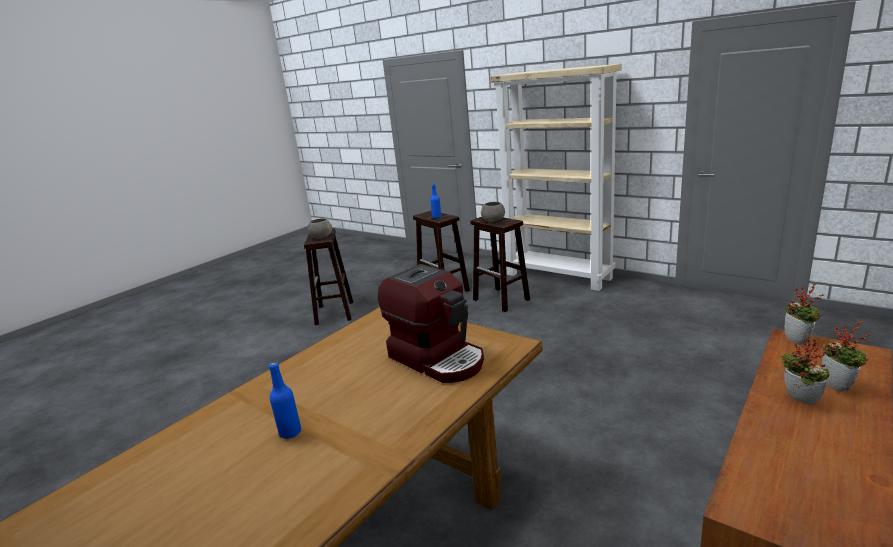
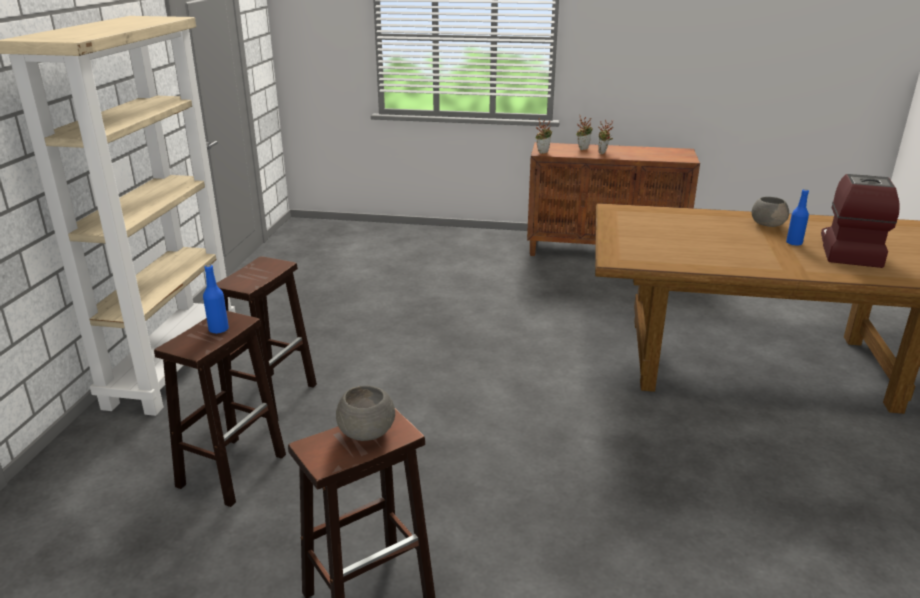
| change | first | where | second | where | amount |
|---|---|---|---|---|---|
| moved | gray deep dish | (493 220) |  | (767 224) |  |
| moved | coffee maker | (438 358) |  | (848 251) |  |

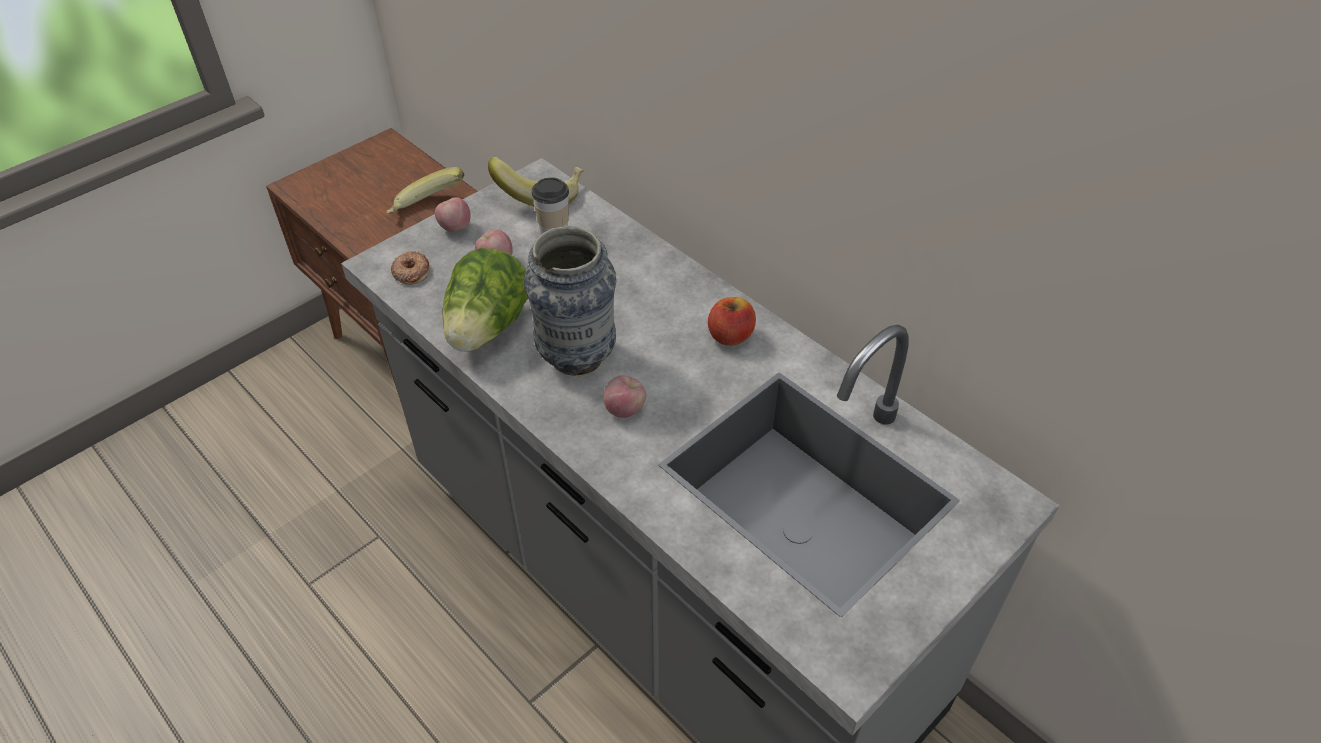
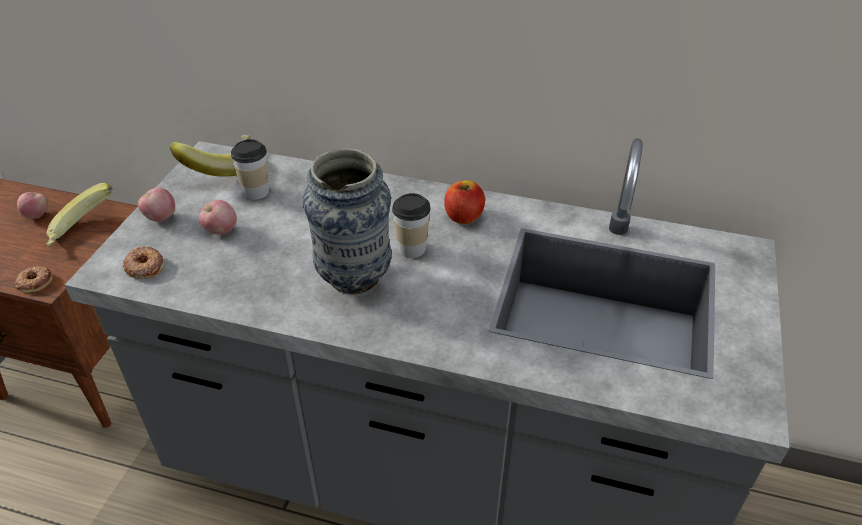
| change | first | where | second | where | amount |
|---|---|---|---|---|---|
| added |  |  | doughnut | (34 282) |  |
| moved | whole apple | (625 409) |  | (37 215) |  |
| added |  |  | cup | (412 248) |  |
| removed | head of lettuce | (488 328) |  |  |  |

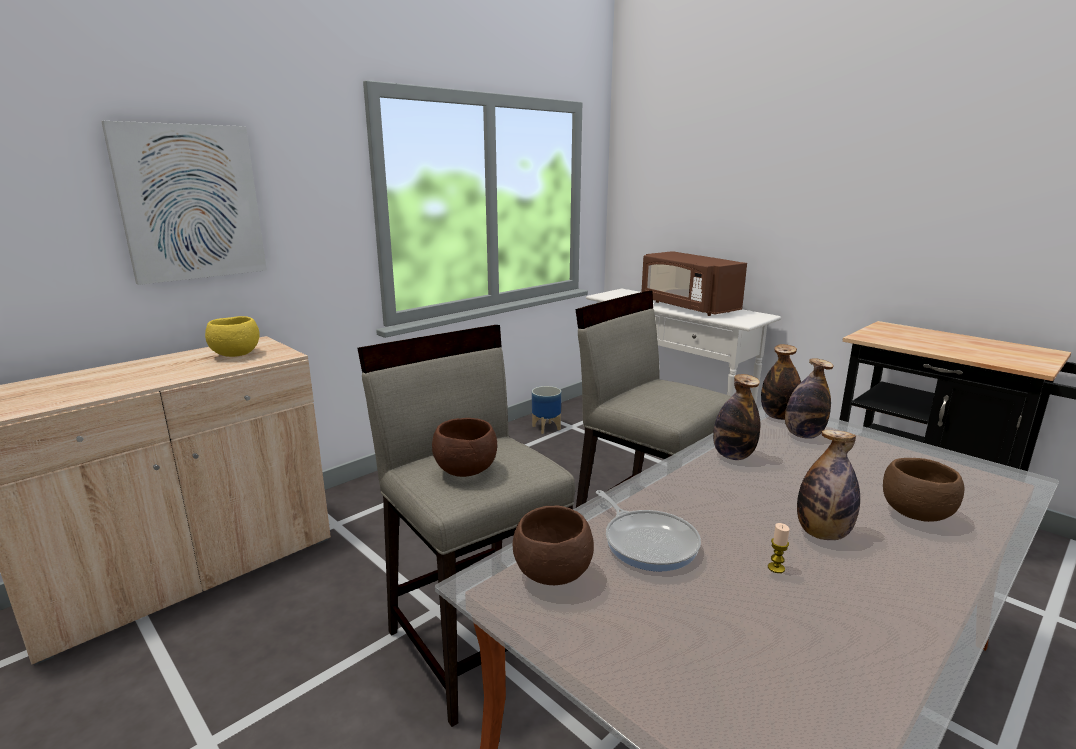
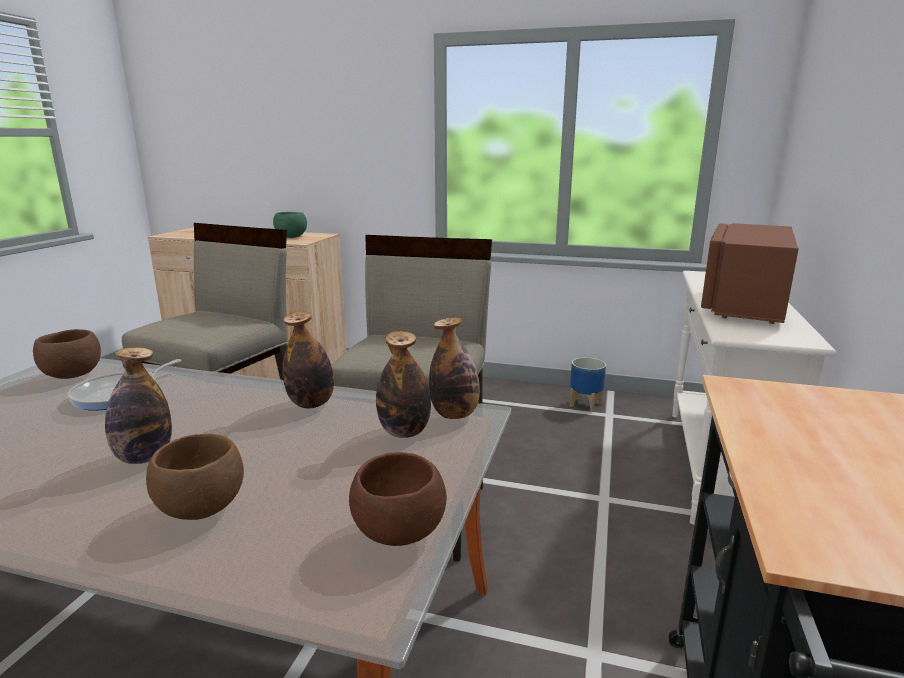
| change | first | where | second | where | amount |
|---|---|---|---|---|---|
| recoloured | yellow deep dish | (236 355) | green-coloured deep dish | (291 237) |  |
| moved | brownish deep dish | (465 472) |  | (398 533) |  |
| removed | wall art | (190 203) |  |  |  |
| removed | wax candle | (776 568) |  |  |  |

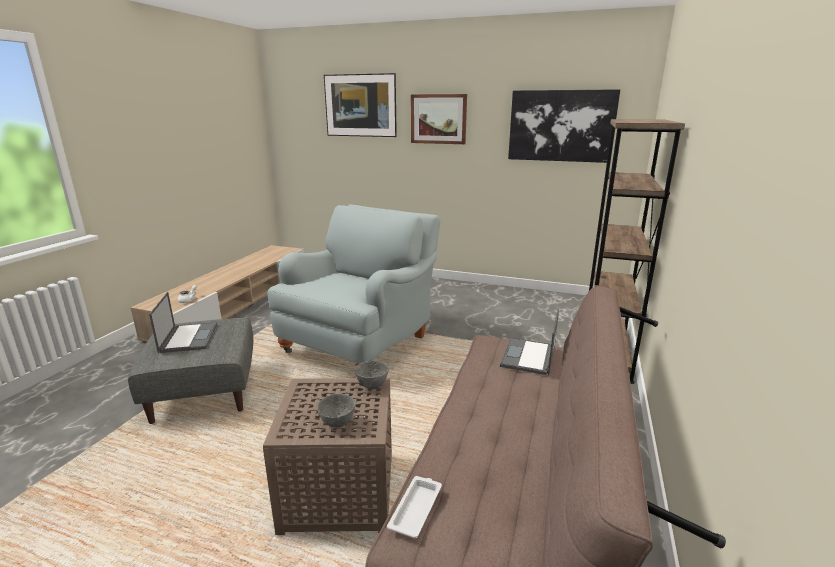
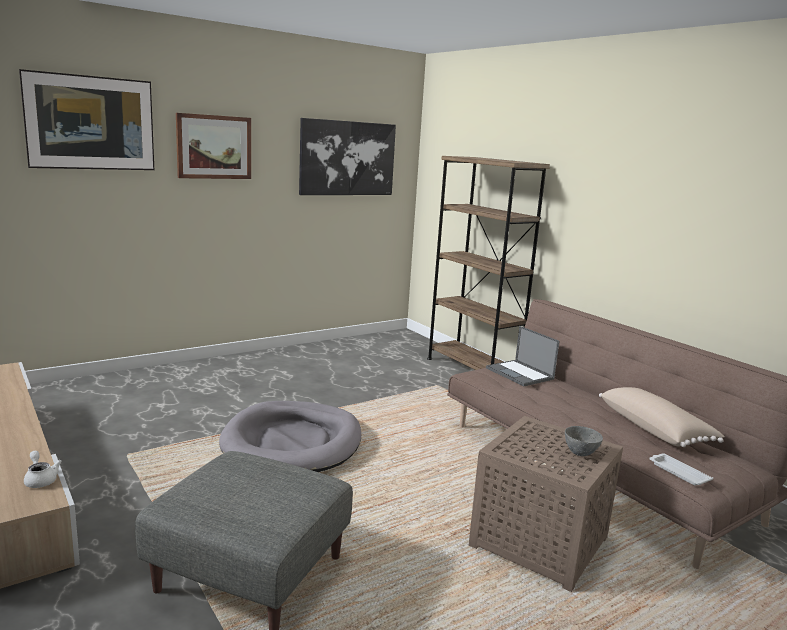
| change | first | where | second | where | amount |
|---|---|---|---|---|---|
| replaced | gray easy chair | (361 342) | gray dog bed | (292 443) |  |
| added |  |  | beige cushion | (655 429) |  |
| removed | laptop | (189 337) |  |  |  |
| removed | gray deep dish | (372 386) |  |  |  |

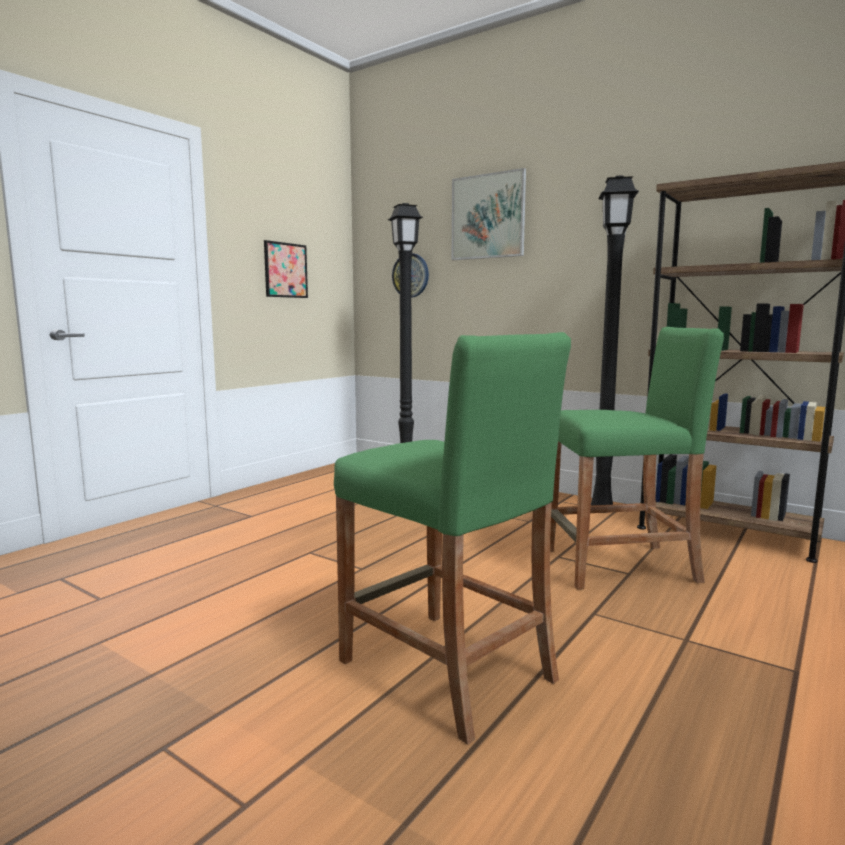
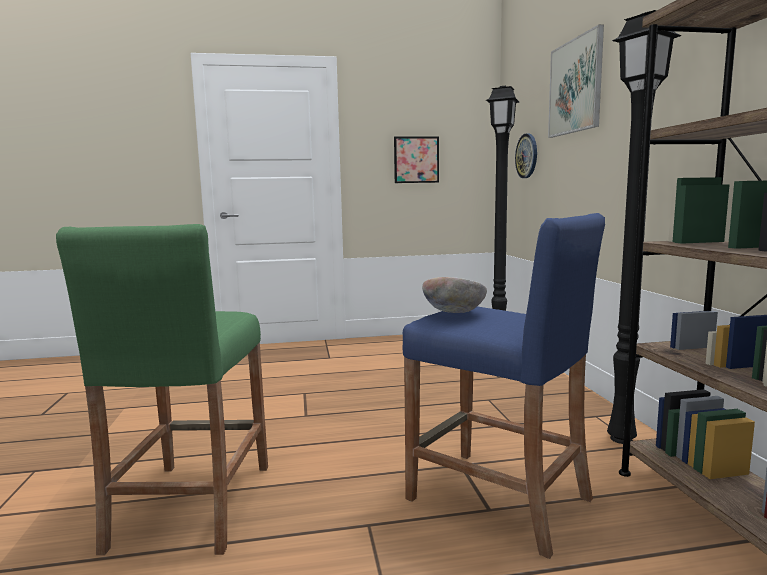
| change | first | where | second | where | amount |
|---|---|---|---|---|---|
| recoloured | green-coloured stool | (620 566) | blue stool | (498 498) |  |
| added |  |  | deep dish | (453 314) |  |

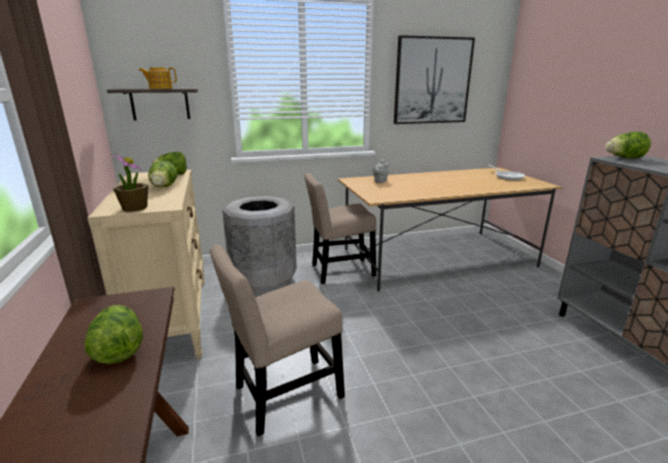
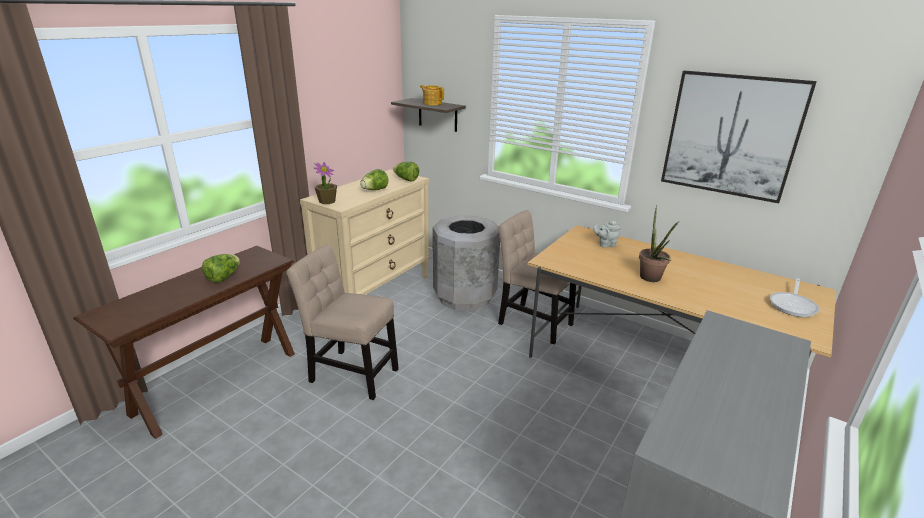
| change | first | where | second | where | amount |
|---|---|---|---|---|---|
| added |  |  | potted plant | (651 279) |  |
| removed | head of lettuce | (624 158) |  |  |  |

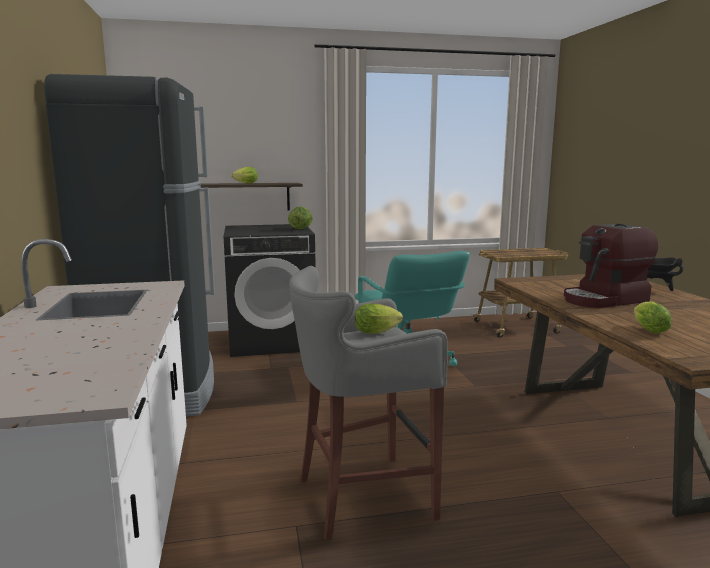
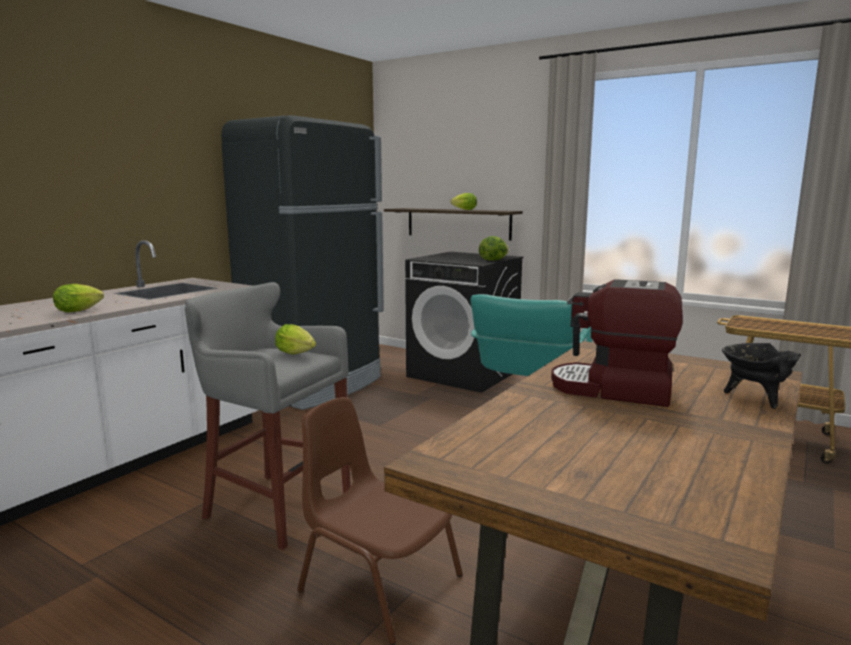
| change | first | where | second | where | amount |
|---|---|---|---|---|---|
| moved | head of lettuce | (647 329) |  | (81 310) |  |
| added |  |  | brownish plain chair | (378 583) |  |

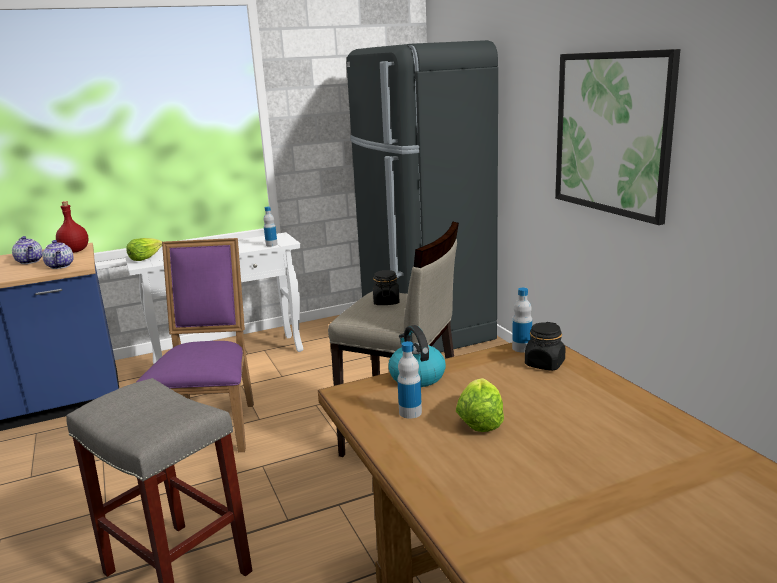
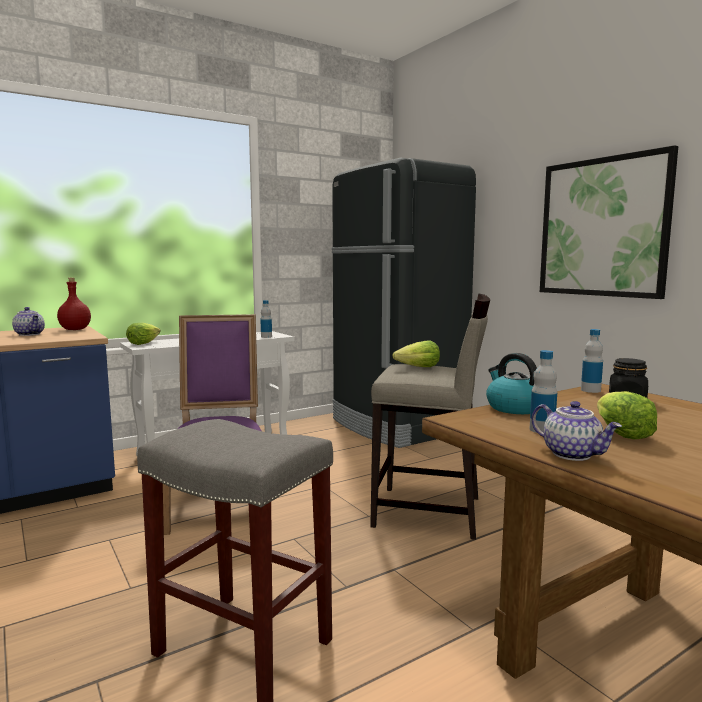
| change | first | where | second | where | amount |
|---|---|---|---|---|---|
| replaced | black-coloured jar | (386 302) | head of lettuce | (418 368) |  |
| moved | tea pot | (61 266) |  | (573 454) |  |

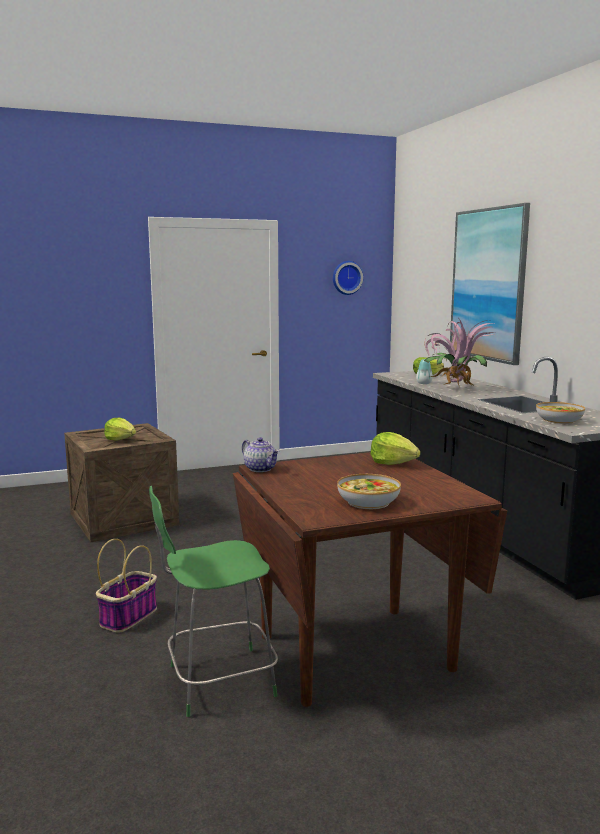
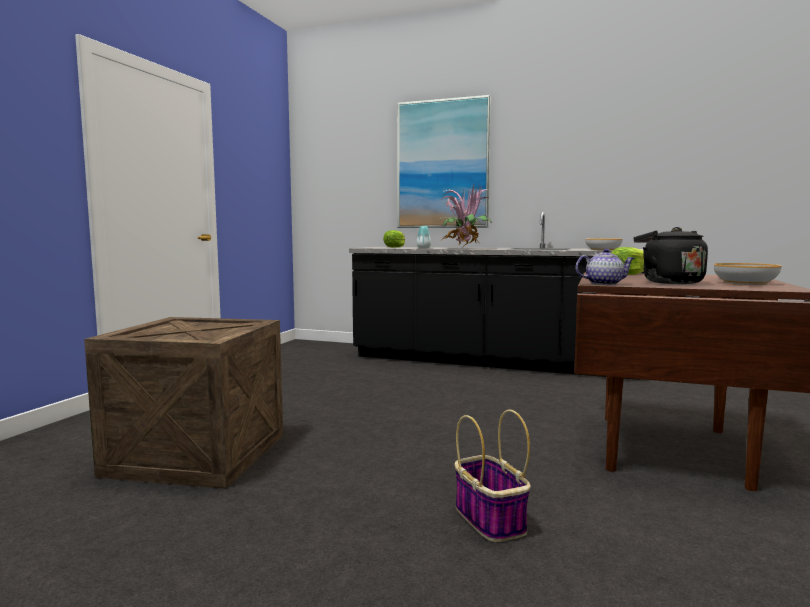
| change | first | where | second | where | amount |
|---|---|---|---|---|---|
| added |  |  | black-coloured water kettle | (669 282) |  |
| removed | head of lettuce | (120 439) |  |  |  |
| removed | green-coloured plain chair | (217 681) |  |  |  |
| removed | clock on the wall | (346 277) |  |  |  |

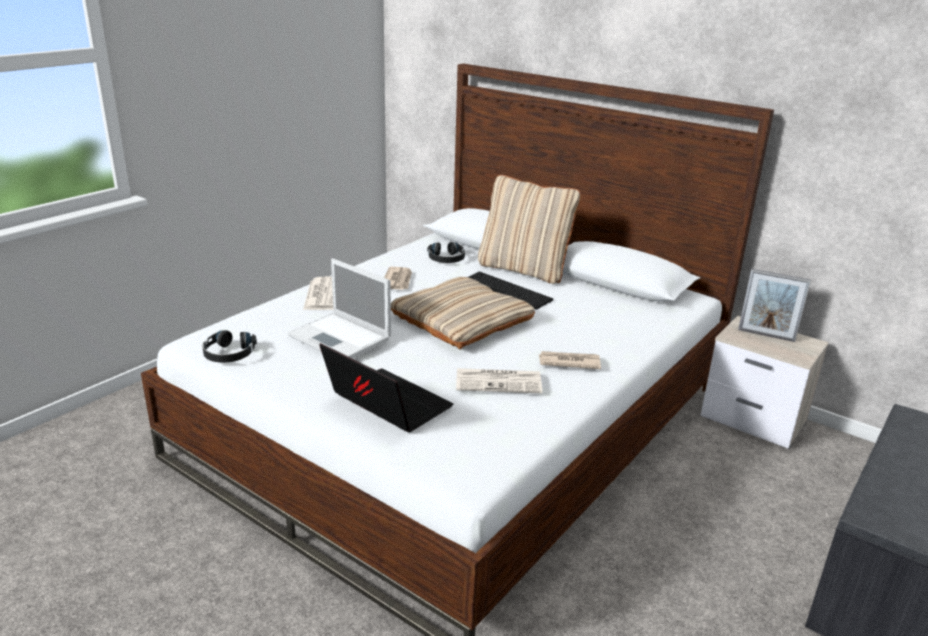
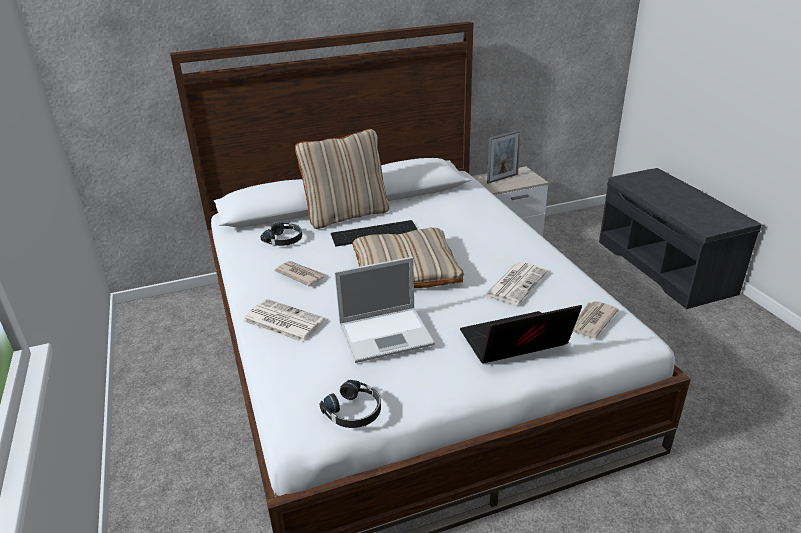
| change | first | where | second | where | amount |
|---|---|---|---|---|---|
| moved | newspaper | (568 362) |  | (591 321) |  |

